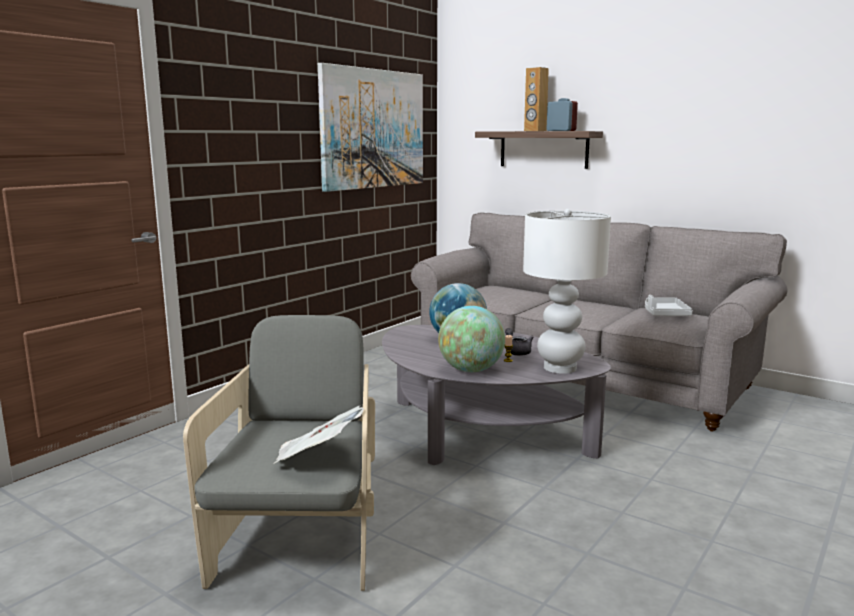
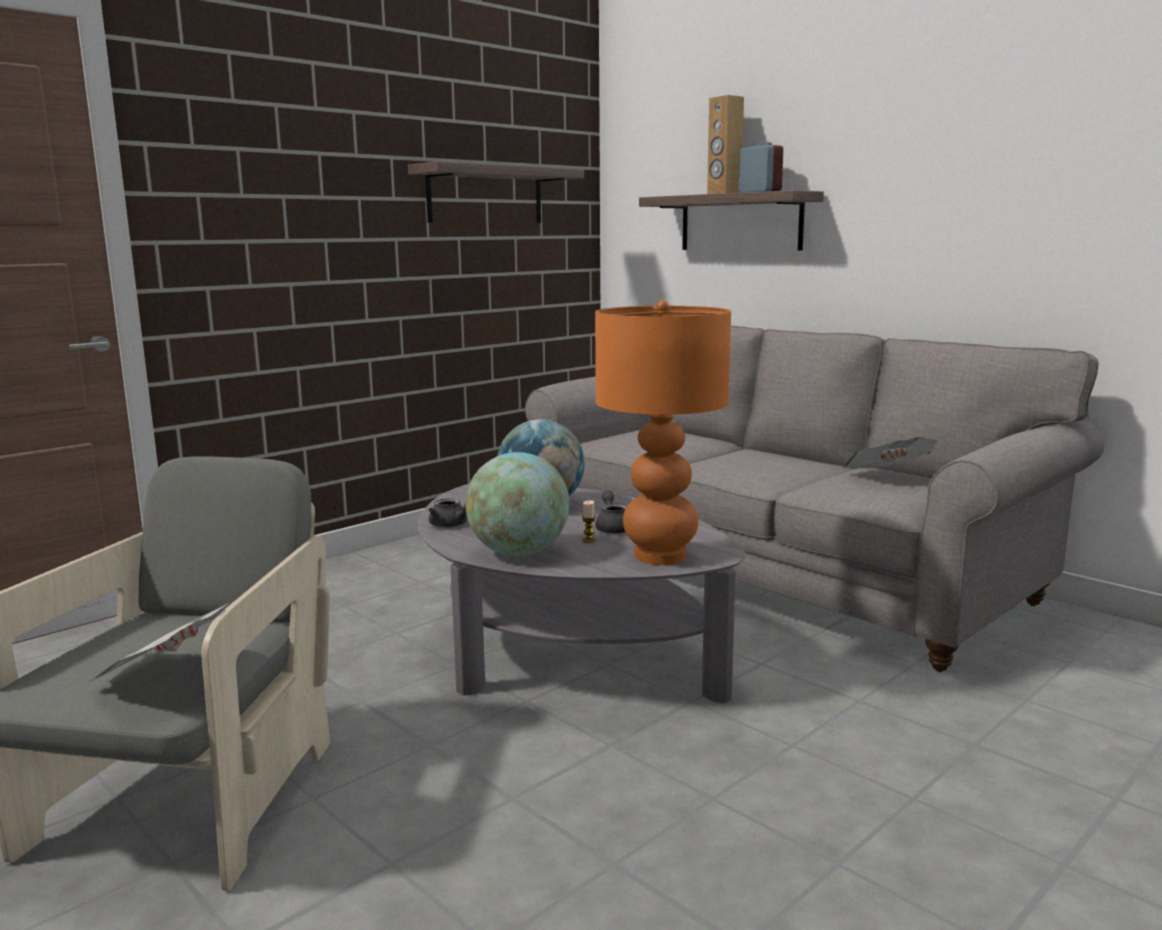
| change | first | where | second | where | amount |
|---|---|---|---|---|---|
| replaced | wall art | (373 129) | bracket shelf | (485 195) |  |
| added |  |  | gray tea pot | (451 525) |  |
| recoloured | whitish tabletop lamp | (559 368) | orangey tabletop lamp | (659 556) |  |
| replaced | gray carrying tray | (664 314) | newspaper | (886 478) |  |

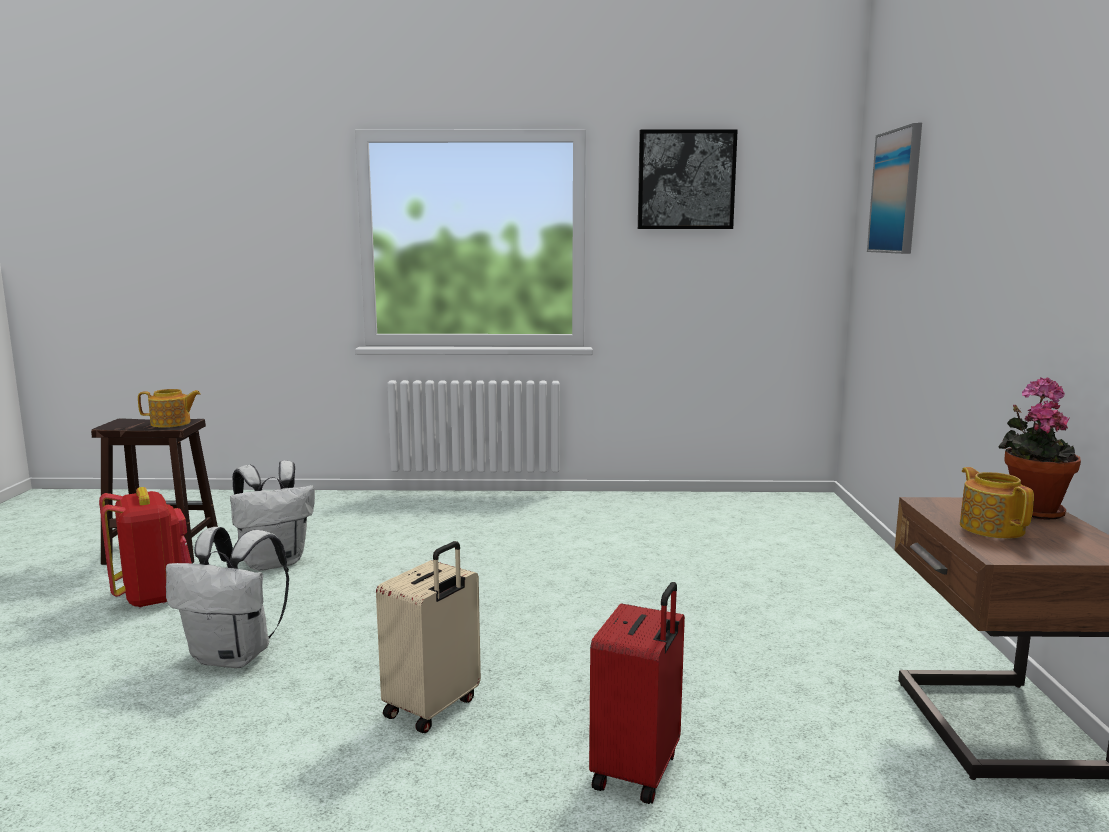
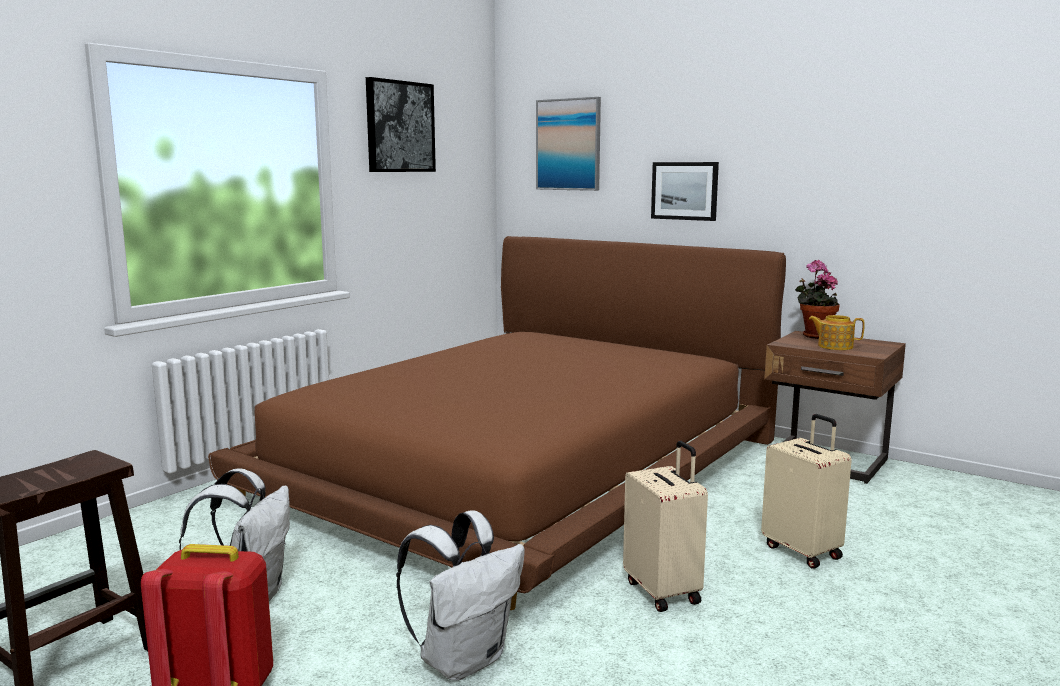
| change | first | where | second | where | amount |
|---|---|---|---|---|---|
| added |  |  | brownish bedroom bed | (523 466) |  |
| added |  |  | wall art | (684 191) |  |
| recoloured | reddish travel case | (638 771) | beige travel case | (803 551) |  |
| removed | tea pot | (171 423) |  |  |  |

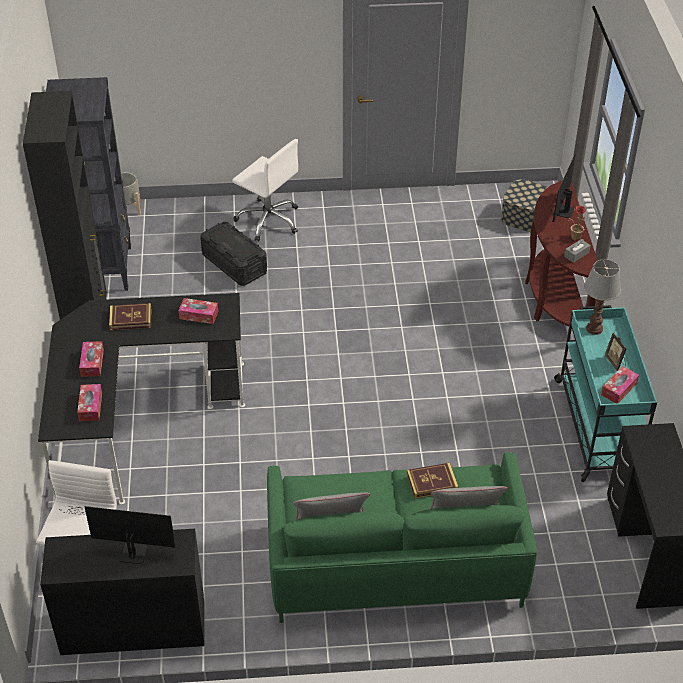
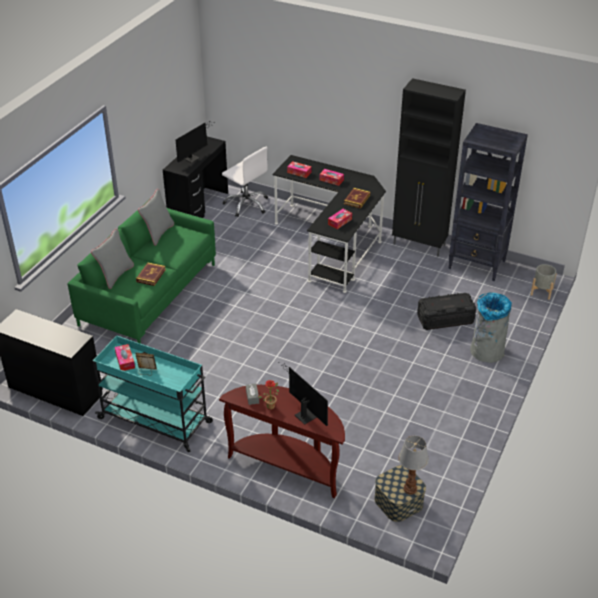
| change | first | where | second | where | amount |
|---|---|---|---|---|---|
| moved | tabletop lamp | (595 329) |  | (409 489) |  |
| replaced | whitish desk chair | (269 220) | gray rubbish bin | (486 352) |  |

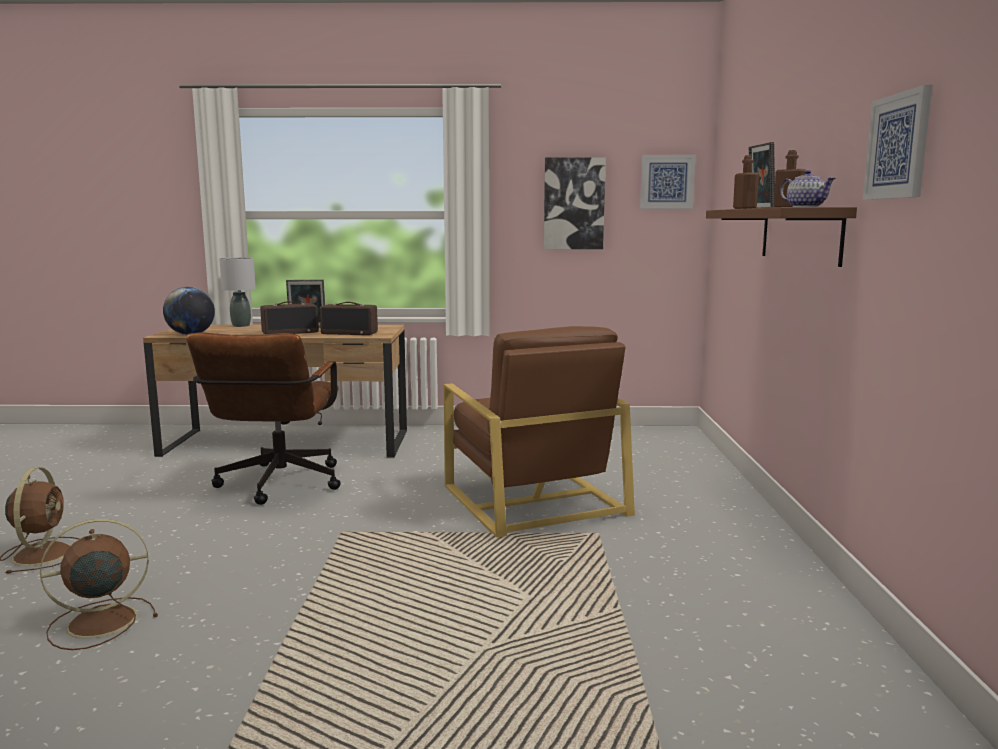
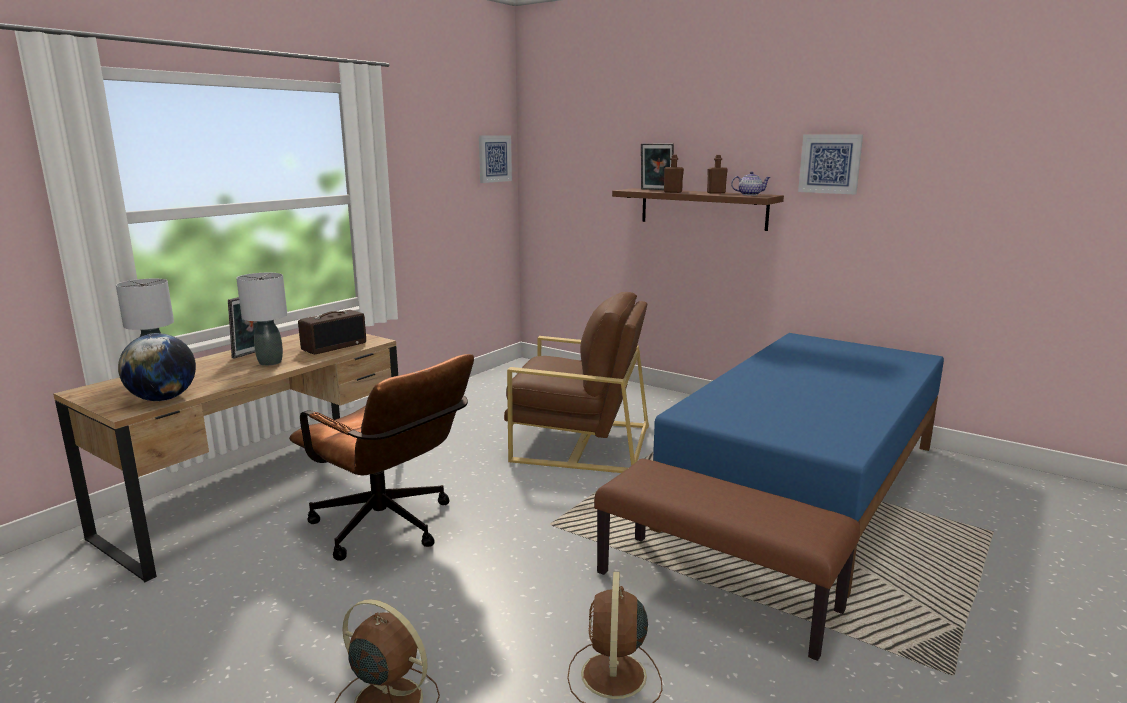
| change | first | where | second | where | amount |
|---|---|---|---|---|---|
| replaced | radio set | (290 332) | gray tabletop lamp | (270 362) |  |
| added |  |  | brownish bench | (717 591) |  |
| added |  |  | blue bedroom bed | (807 485) |  |
| removed | wall art | (573 204) |  |  |  |

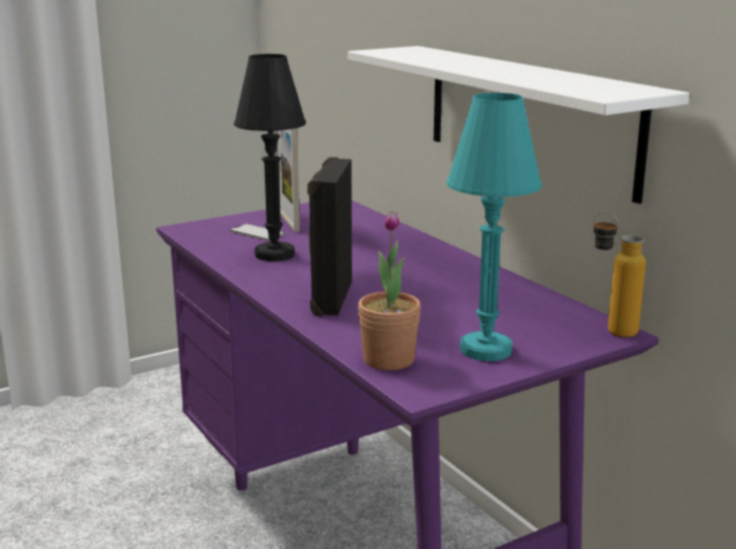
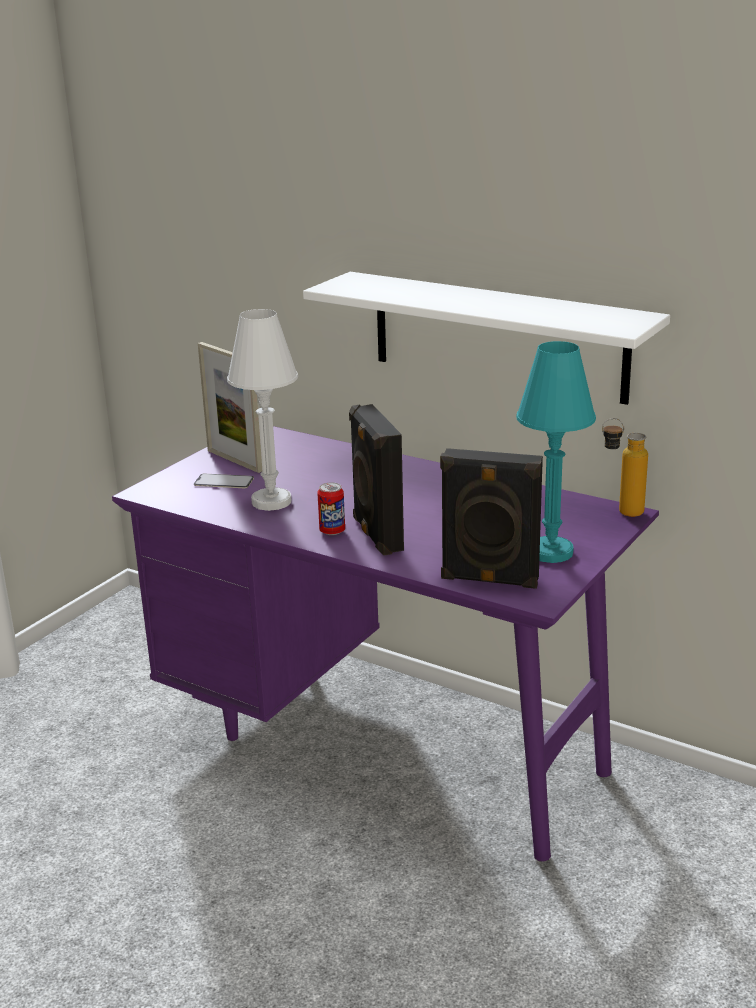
| change | first | where | second | where | amount |
|---|---|---|---|---|---|
| recoloured | black-coloured tabletop lamp | (274 254) | whitish tabletop lamp | (271 502) |  |
| added |  |  | can | (332 531) |  |
| replaced | potted plant | (388 360) | black-coloured audio speaker | (489 580) |  |

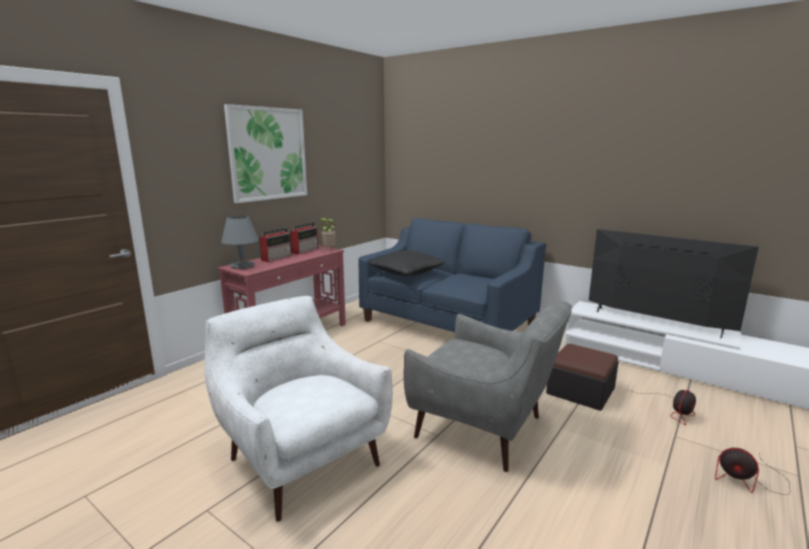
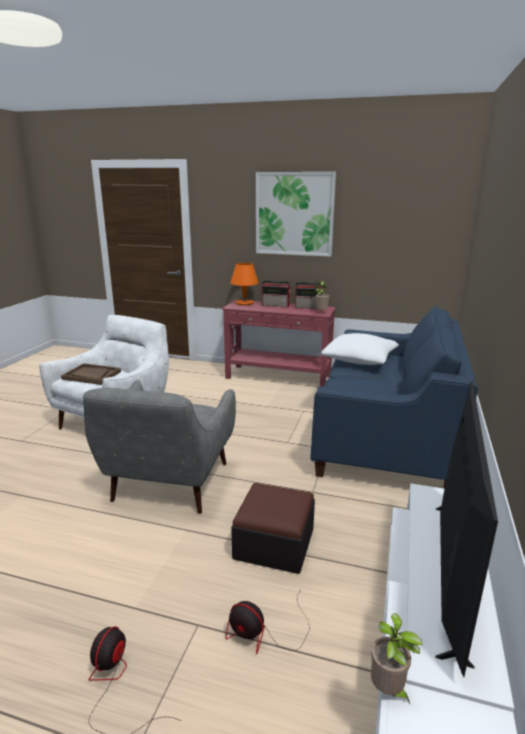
| change | first | where | second | where | amount |
|---|---|---|---|---|---|
| added |  |  | brownish carrying tray | (91 375) |  |
| recoloured | gray tabletop lamp | (242 266) | orangey tabletop lamp | (244 303) |  |
| recoloured | black-coloured cushion | (406 273) | whitish cushion | (359 360) |  |
| added |  |  | potted plant | (388 691) |  |

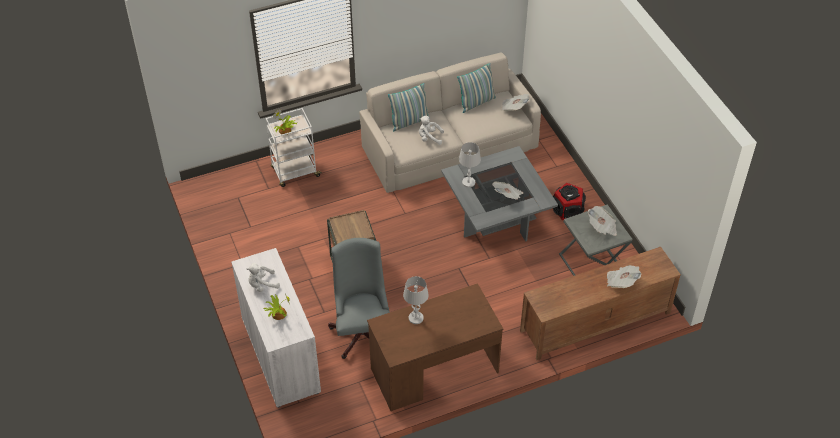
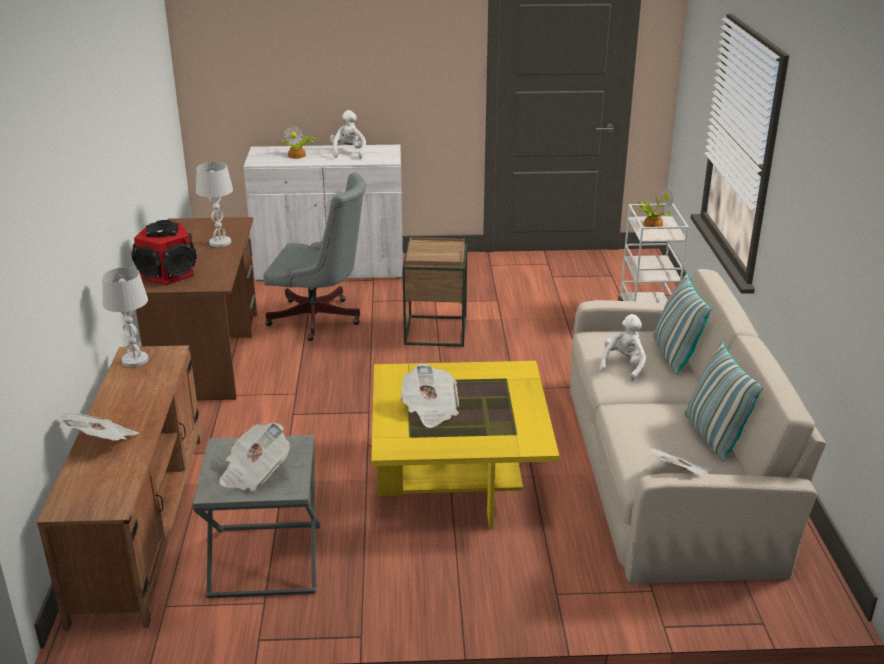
| change | first | where | second | where | amount |
|---|---|---|---|---|---|
| moved | whitish tabletop lamp | (468 182) |  | (134 360) |  |
| moved | audio speaker | (568 210) |  | (167 274) |  |
| recoloured | gray low table | (496 215) | yellow low table | (459 477) |  |

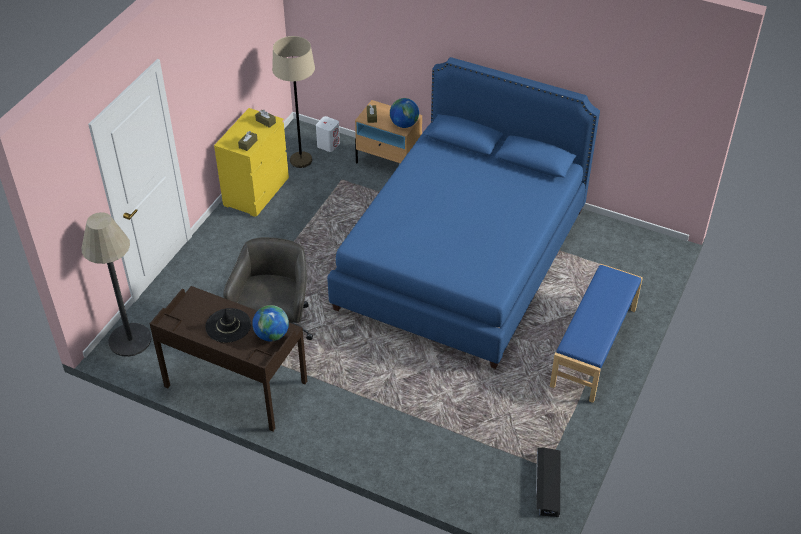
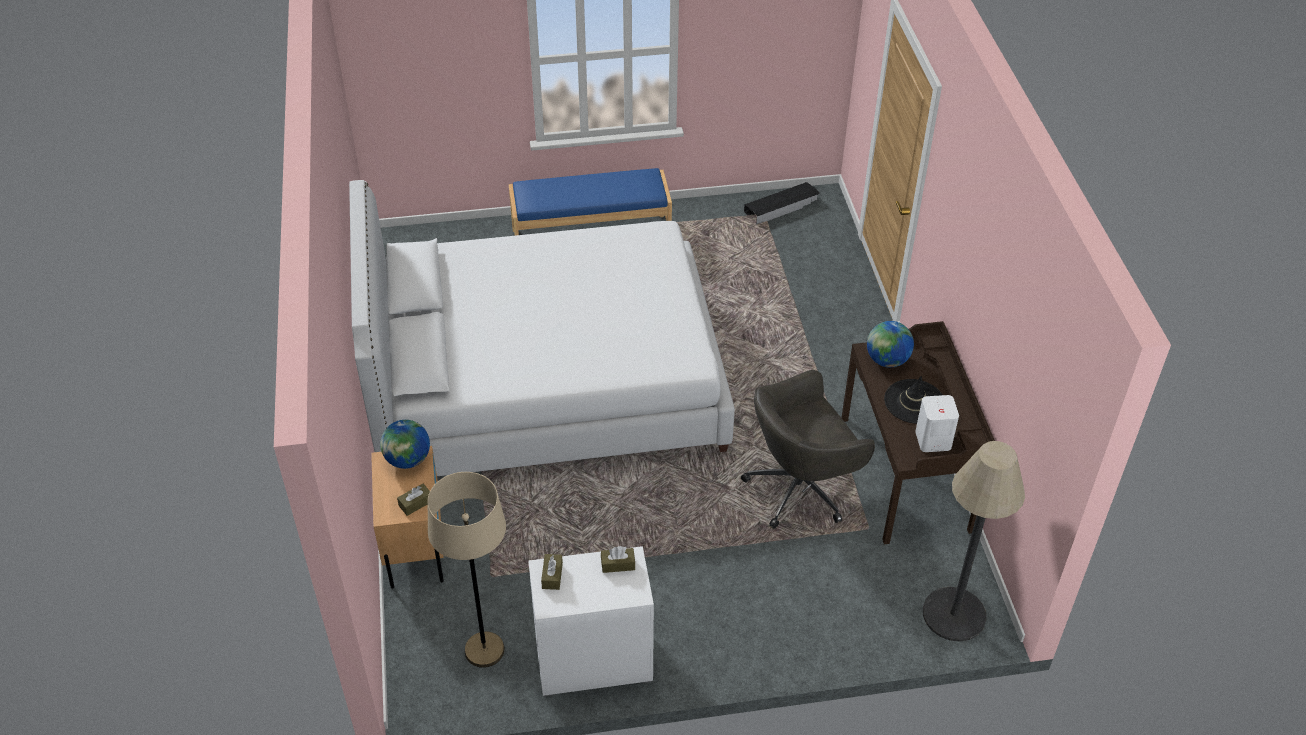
| change | first | where | second | where | amount |
|---|---|---|---|---|---|
| recoloured | blue bedroom bed | (462 258) | whitish bedroom bed | (546 384) |  |
| recoloured | yellow dresser | (256 192) | whitish dresser | (593 661) |  |
| moved | whitish audio speaker | (328 145) |  | (932 440) |  |

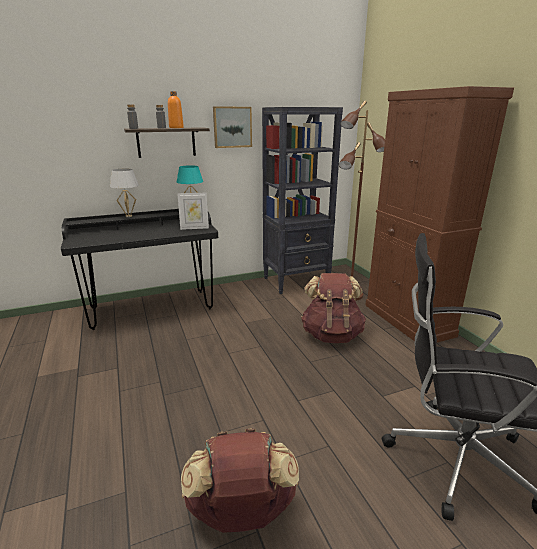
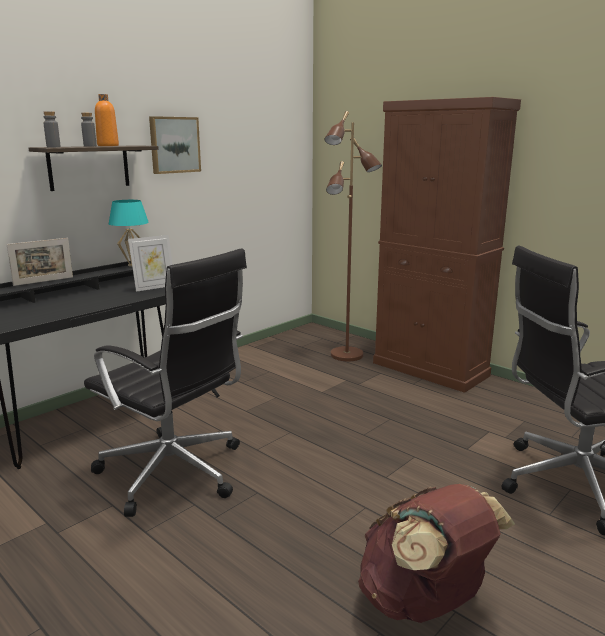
| change | first | where | second | where | amount |
|---|---|---|---|---|---|
| replaced | whitish tabletop lamp | (128 216) | standing frame | (43 281) |  |
| added |  |  | black-coloured desk chair | (175 473) |  |
| removed | black-coloured bookcase | (296 281) |  |  |  |
| removed | brownish rucksack | (331 335) |  |  |  |

